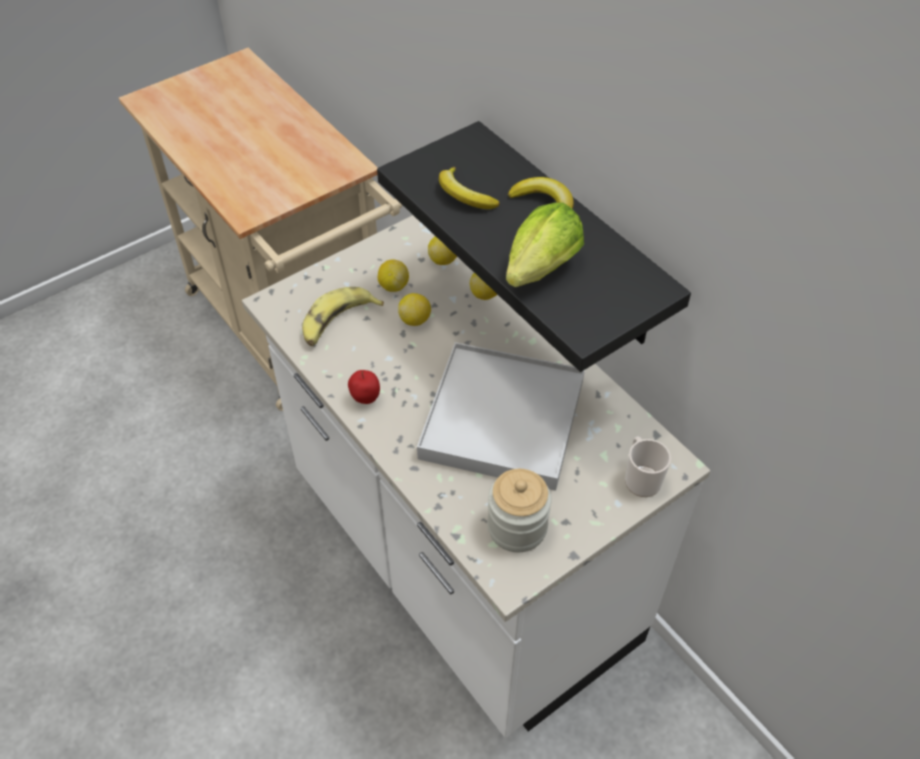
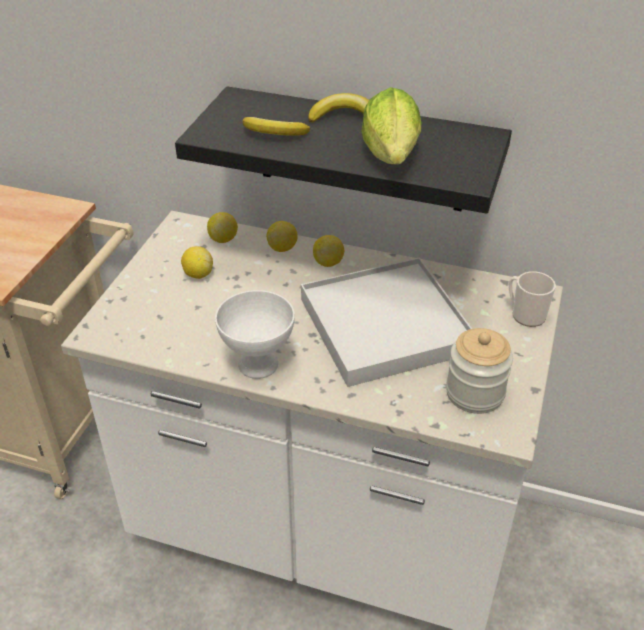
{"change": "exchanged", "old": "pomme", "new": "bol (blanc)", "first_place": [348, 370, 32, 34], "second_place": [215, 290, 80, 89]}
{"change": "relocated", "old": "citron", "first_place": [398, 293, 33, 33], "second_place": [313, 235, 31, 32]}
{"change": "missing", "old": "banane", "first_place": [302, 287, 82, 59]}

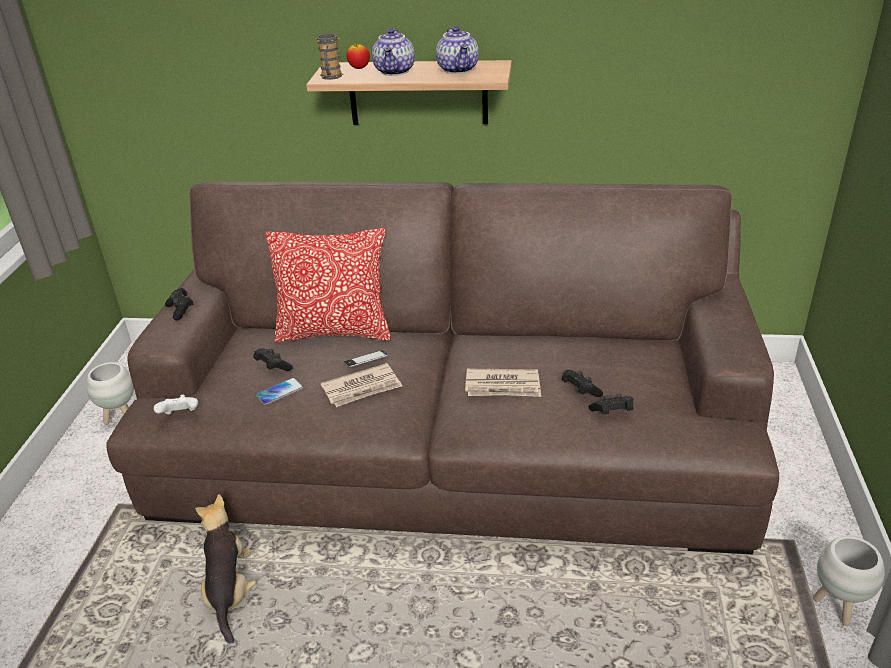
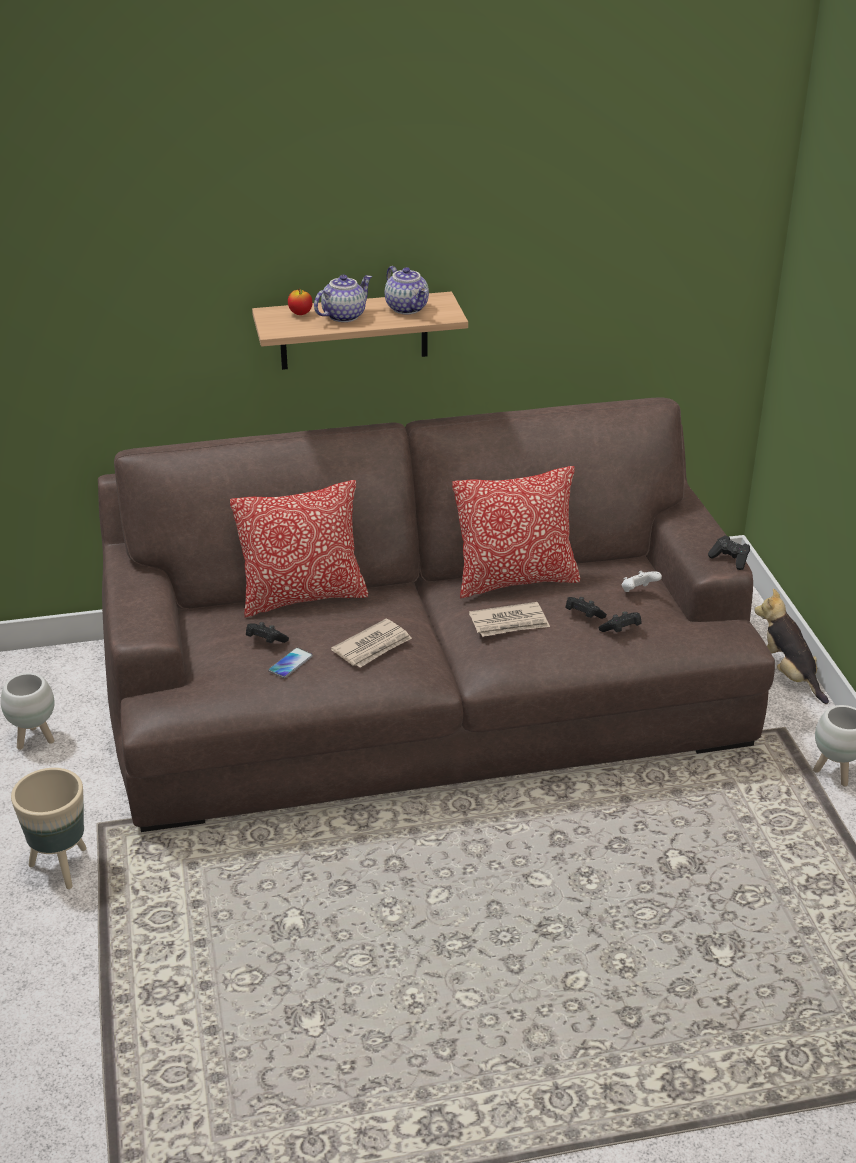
{"change": "appeared", "new": "cache-pot (beige)", "second_place": [11, 768, 76, 121]}
{"change": "spun", "old": "théière", "first_place": [372, 28, 43, 48], "second_place": [314, 275, 58, 47], "degrees": -120}
{"change": "appeared", "new": "coussin", "second_place": [452, 466, 128, 133]}
{"change": "relocated", "old": "manette (blanc)", "first_place": [154, 395, 44, 19], "second_place": [622, 571, 40, 21]}
{"change": "relocated", "old": "manette (noir)", "first_place": [165, 288, 29, 33], "second_place": [708, 535, 42, 35]}
{"change": "relocated", "old": "peluche", "first_place": [195, 495, 62, 148], "second_place": [754, 588, 75, 116]}
{"change": "missing", "old": "mug", "first_place": [315, 33, 28, 47]}
{"change": "missing", "old": "téléphone", "first_place": [343, 350, 45, 18]}

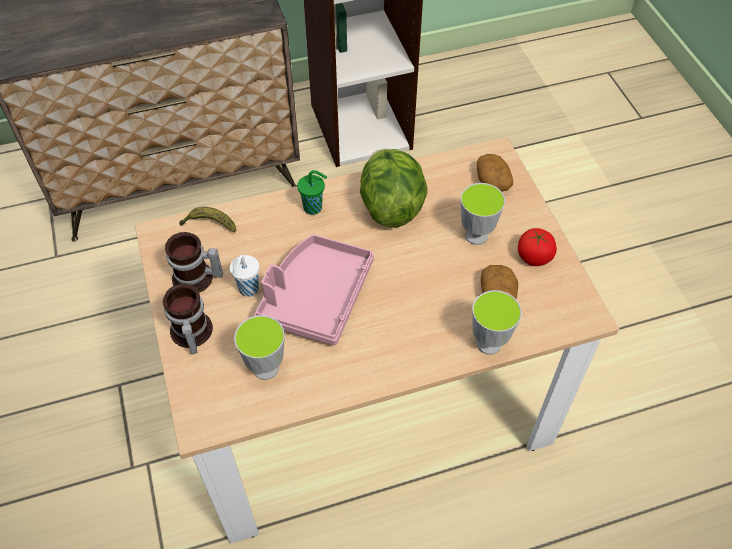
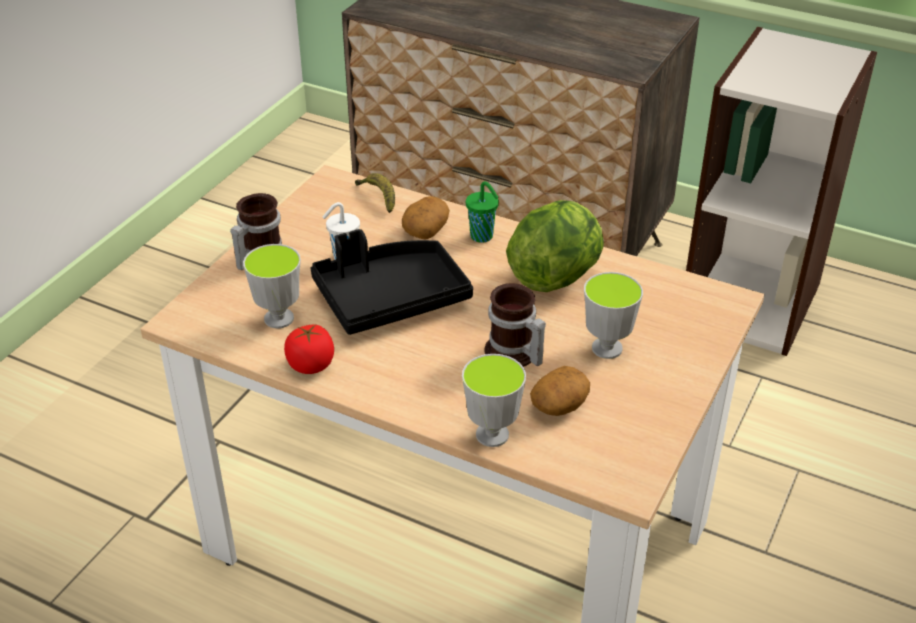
{"change": "relocated", "old": "tomate", "first_place": [518, 228, 39, 38], "second_place": [284, 324, 50, 50]}
{"change": "colour", "old": "plateau (rose)", "new": "plateau (noir)", "first_place": [254, 234, 120, 112], "second_place": [311, 229, 162, 106]}
{"change": "relocated", "old": "pomme de terre", "first_place": [477, 154, 36, 38], "second_place": [402, 196, 48, 43]}
{"change": "relocated", "old": "mug", "first_place": [165, 232, 58, 61], "second_place": [484, 283, 62, 84]}

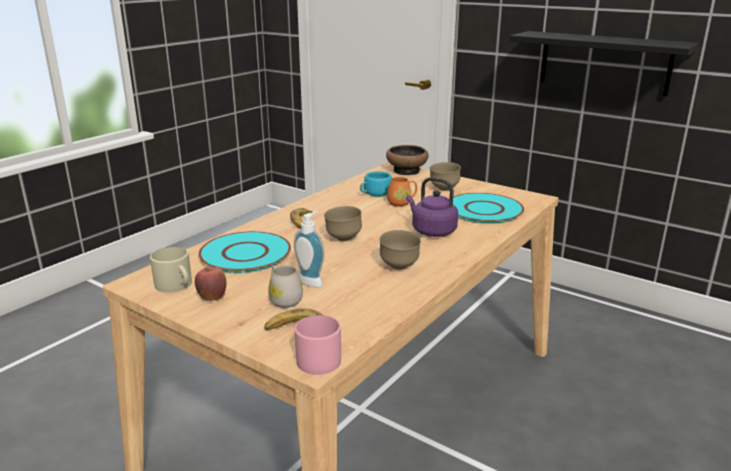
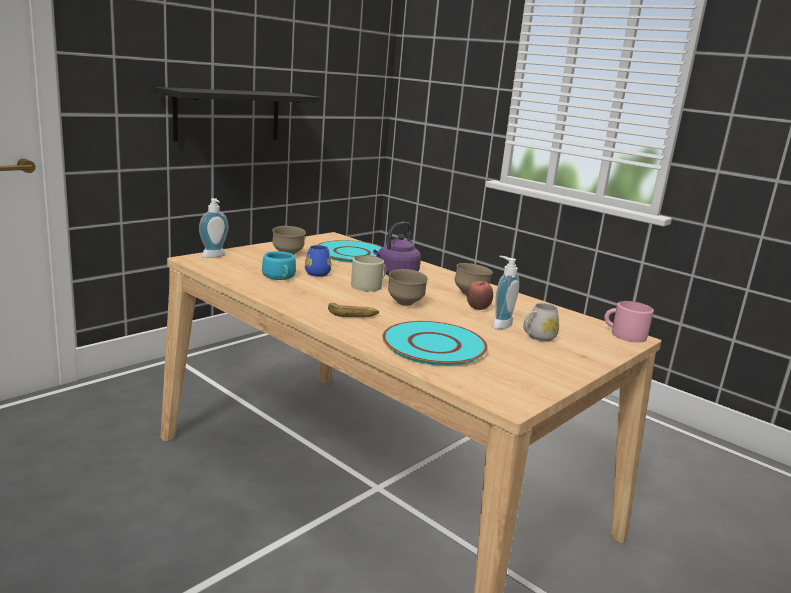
{"change": "exchanged", "old": "bol", "new": "distributeur de savon", "first_place": [386, 145, 43, 30], "second_place": [199, 198, 29, 60]}
{"change": "colour", "old": "mug (orange)", "new": "mug (bleu)", "first_place": [387, 177, 30, 30], "second_place": [305, 245, 26, 32]}
{"change": "relocated", "old": "mug (beige)", "first_place": [150, 247, 42, 46], "second_place": [351, 255, 36, 37]}
{"change": "relocated", "old": "pomme", "first_place": [195, 267, 31, 34], "second_place": [467, 281, 26, 29]}
{"change": "missing", "old": "banane", "first_place": [264, 309, 58, 21]}

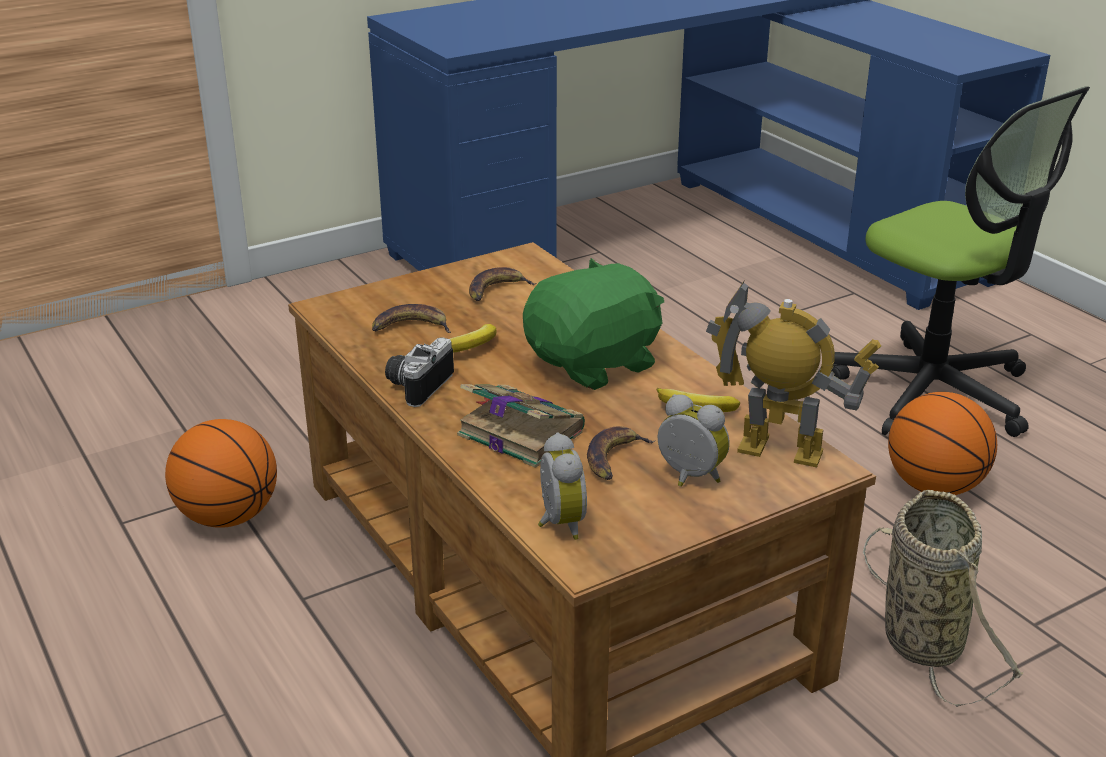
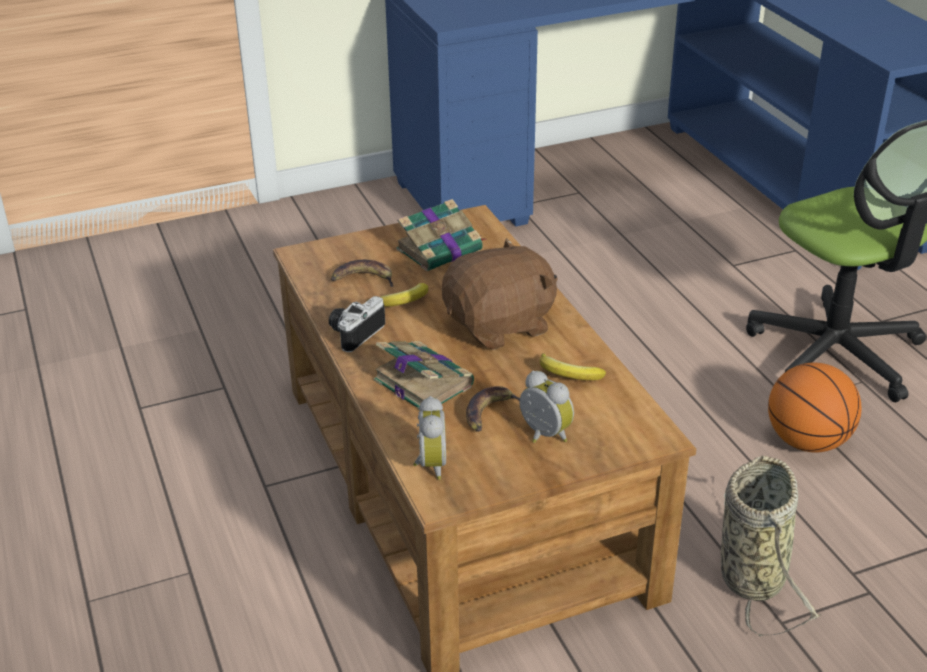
{"change": "exchanged", "old": "banane", "new": "livre", "first_place": [469, 267, 68, 34], "second_place": [396, 199, 90, 72]}
{"change": "colour", "old": "peluche (vert)", "new": "peluche (marron)", "first_place": [523, 258, 141, 132], "second_place": [442, 238, 116, 112]}
{"change": "missing", "old": "ballon de basket", "first_place": [165, 419, 112, 109]}
{"change": "missing", "old": "robot jouet", "first_place": [706, 281, 175, 186]}

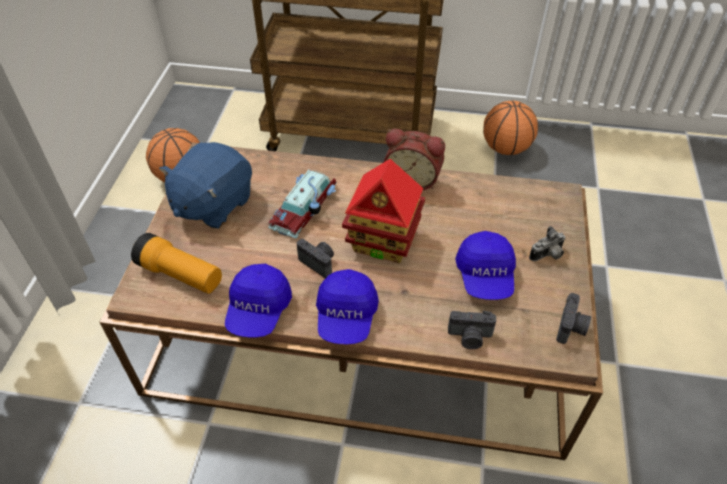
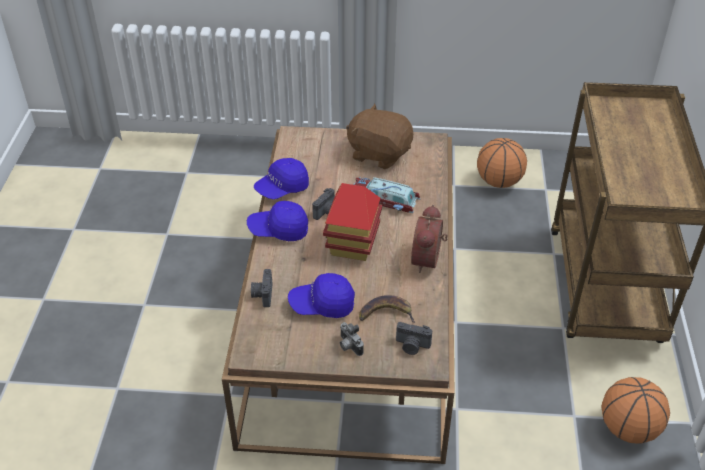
{"change": "spun", "old": "casquette (bleu)", "first_place": [225, 264, 67, 74], "second_place": [254, 158, 55, 41], "degrees": -45}
{"change": "colour", "old": "peluche (bleu)", "new": "peluche (marron)", "first_place": [159, 142, 93, 87], "second_place": [346, 104, 67, 65]}
{"change": "appeared", "new": "banane", "second_place": [359, 295, 56, 28]}
{"change": "relocated", "old": "appareil photo", "first_place": [556, 293, 35, 51], "second_place": [396, 322, 36, 33]}
{"change": "missing", "old": "lampe de poche", "first_place": [131, 233, 91, 61]}

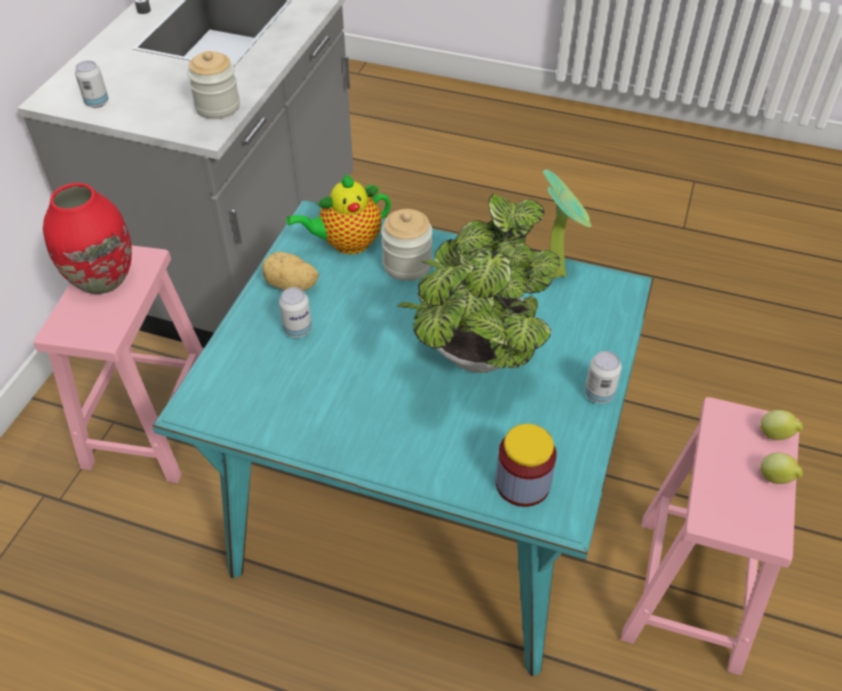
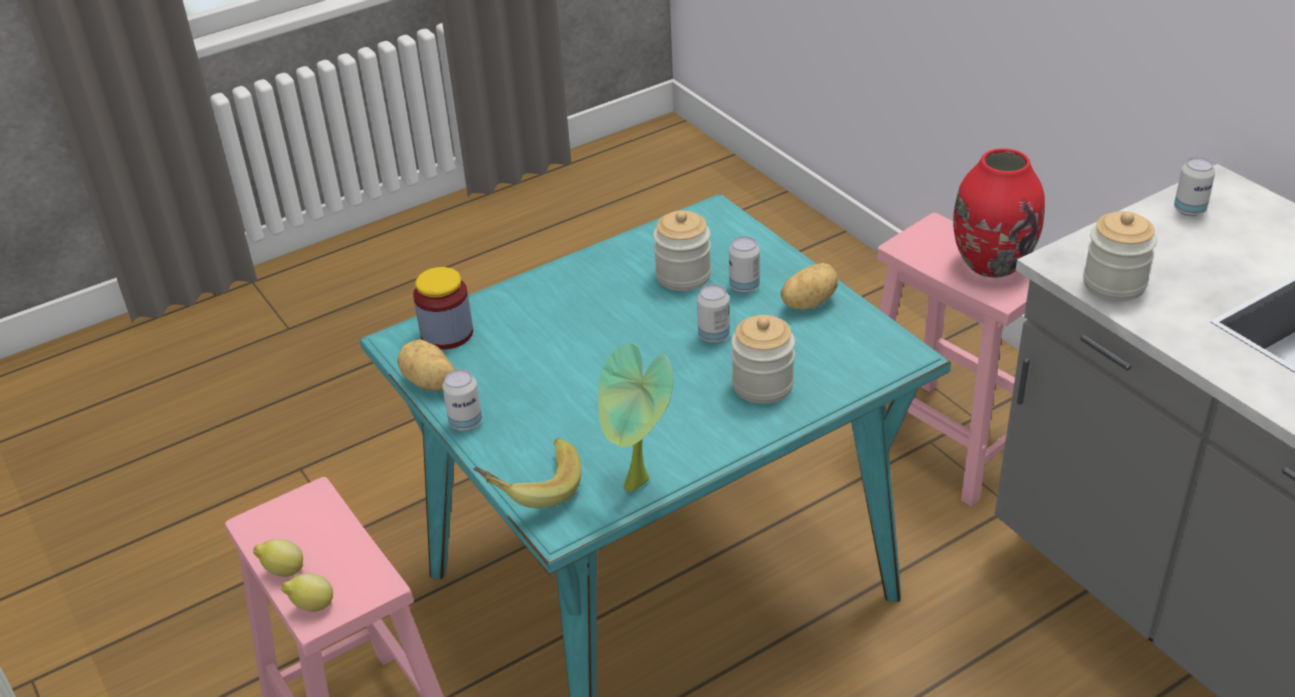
{"change": "appeared", "new": "pomme de terre", "second_place": [397, 339, 58, 52]}
{"change": "appeared", "new": "banane", "second_place": [474, 438, 107, 70]}
{"change": "appeared", "new": "bocal", "second_place": [653, 210, 58, 81]}
{"change": "appeared", "new": "boîte métallique", "second_place": [697, 284, 33, 59]}
{"change": "missing", "old": "théière", "first_place": [286, 174, 105, 80]}
{"change": "missing", "old": "plante en pot", "first_place": [397, 194, 163, 179]}

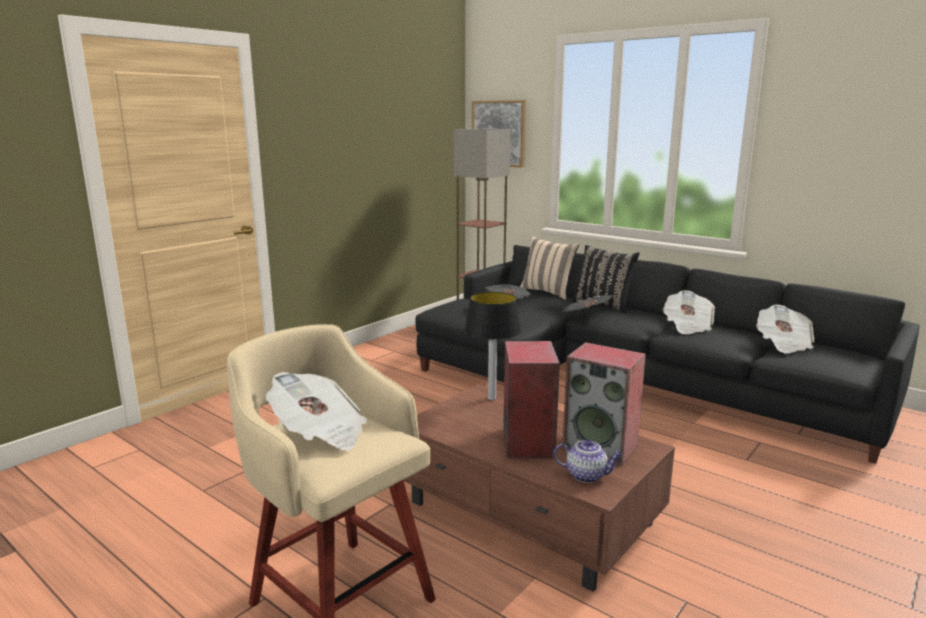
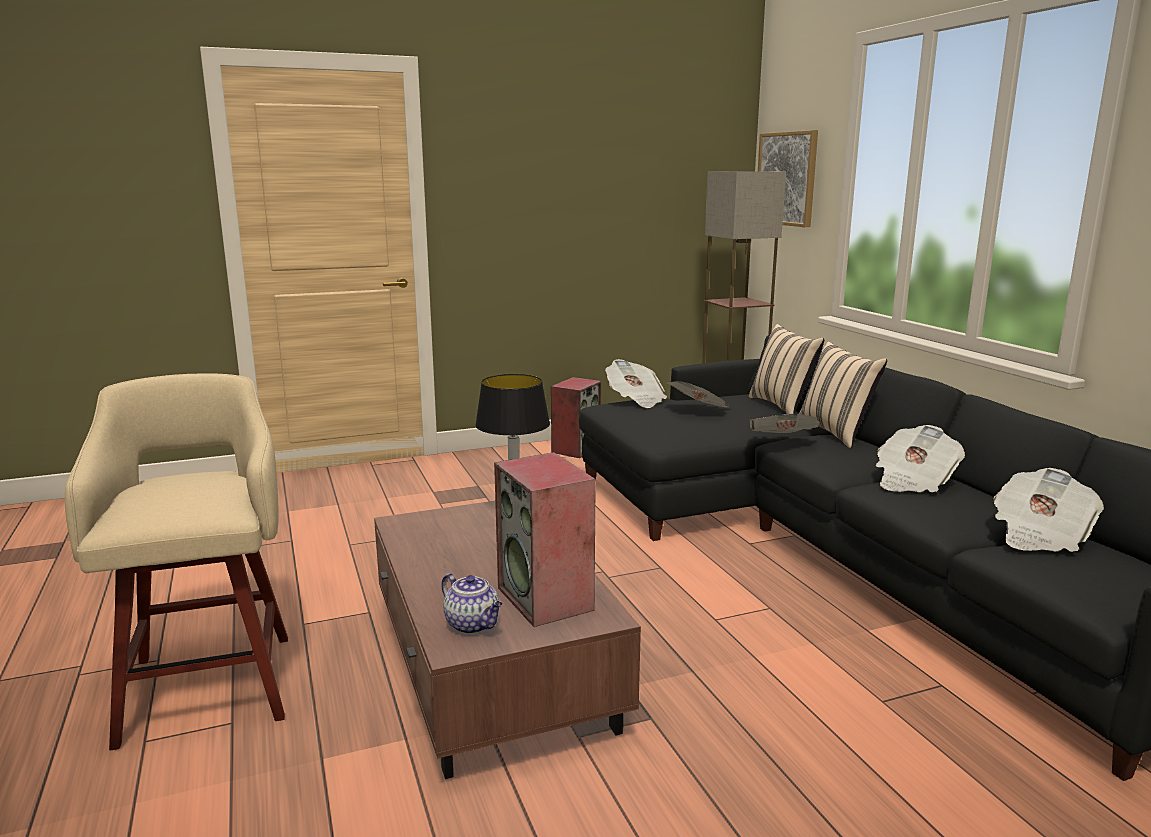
{"change": "relocated", "old": "enceinte", "first_place": [503, 341, 57, 117], "second_place": [551, 377, 50, 81]}
{"change": "relocated", "old": "journal", "first_place": [266, 372, 101, 79], "second_place": [605, 359, 62, 49]}
{"change": "colour", "old": "coussin (noir)", "new": "coussin (beige)", "first_place": [572, 245, 68, 68], "second_place": [799, 342, 88, 107]}

